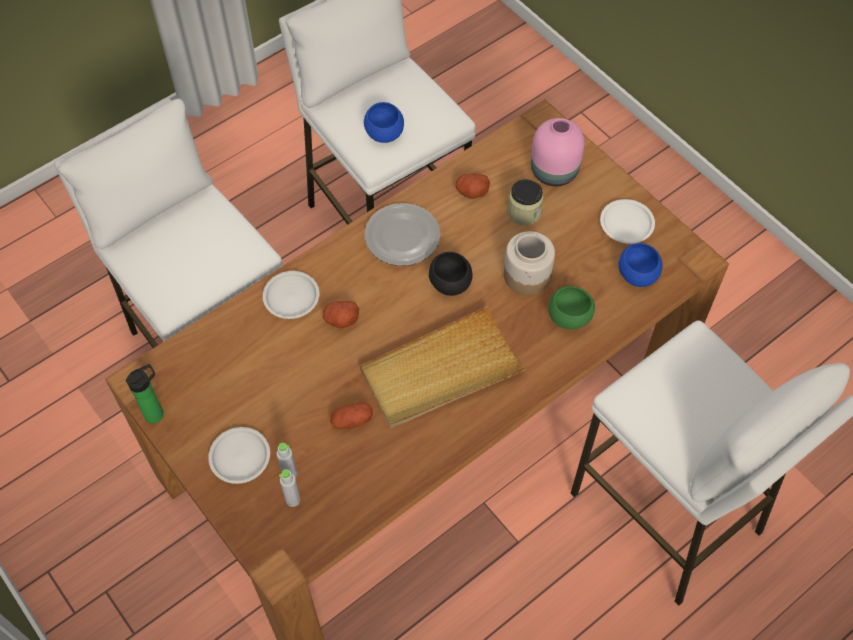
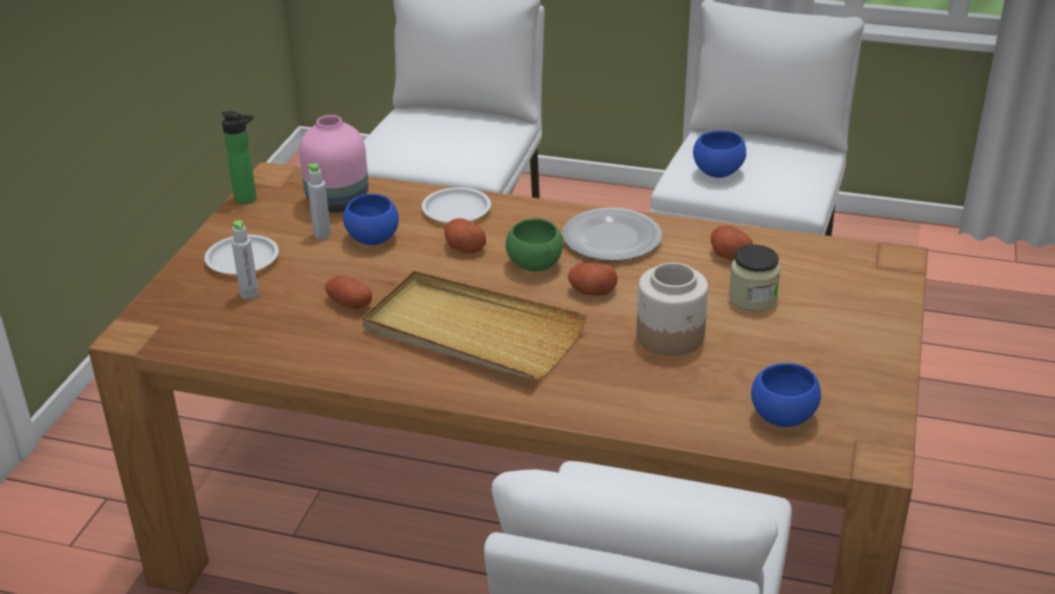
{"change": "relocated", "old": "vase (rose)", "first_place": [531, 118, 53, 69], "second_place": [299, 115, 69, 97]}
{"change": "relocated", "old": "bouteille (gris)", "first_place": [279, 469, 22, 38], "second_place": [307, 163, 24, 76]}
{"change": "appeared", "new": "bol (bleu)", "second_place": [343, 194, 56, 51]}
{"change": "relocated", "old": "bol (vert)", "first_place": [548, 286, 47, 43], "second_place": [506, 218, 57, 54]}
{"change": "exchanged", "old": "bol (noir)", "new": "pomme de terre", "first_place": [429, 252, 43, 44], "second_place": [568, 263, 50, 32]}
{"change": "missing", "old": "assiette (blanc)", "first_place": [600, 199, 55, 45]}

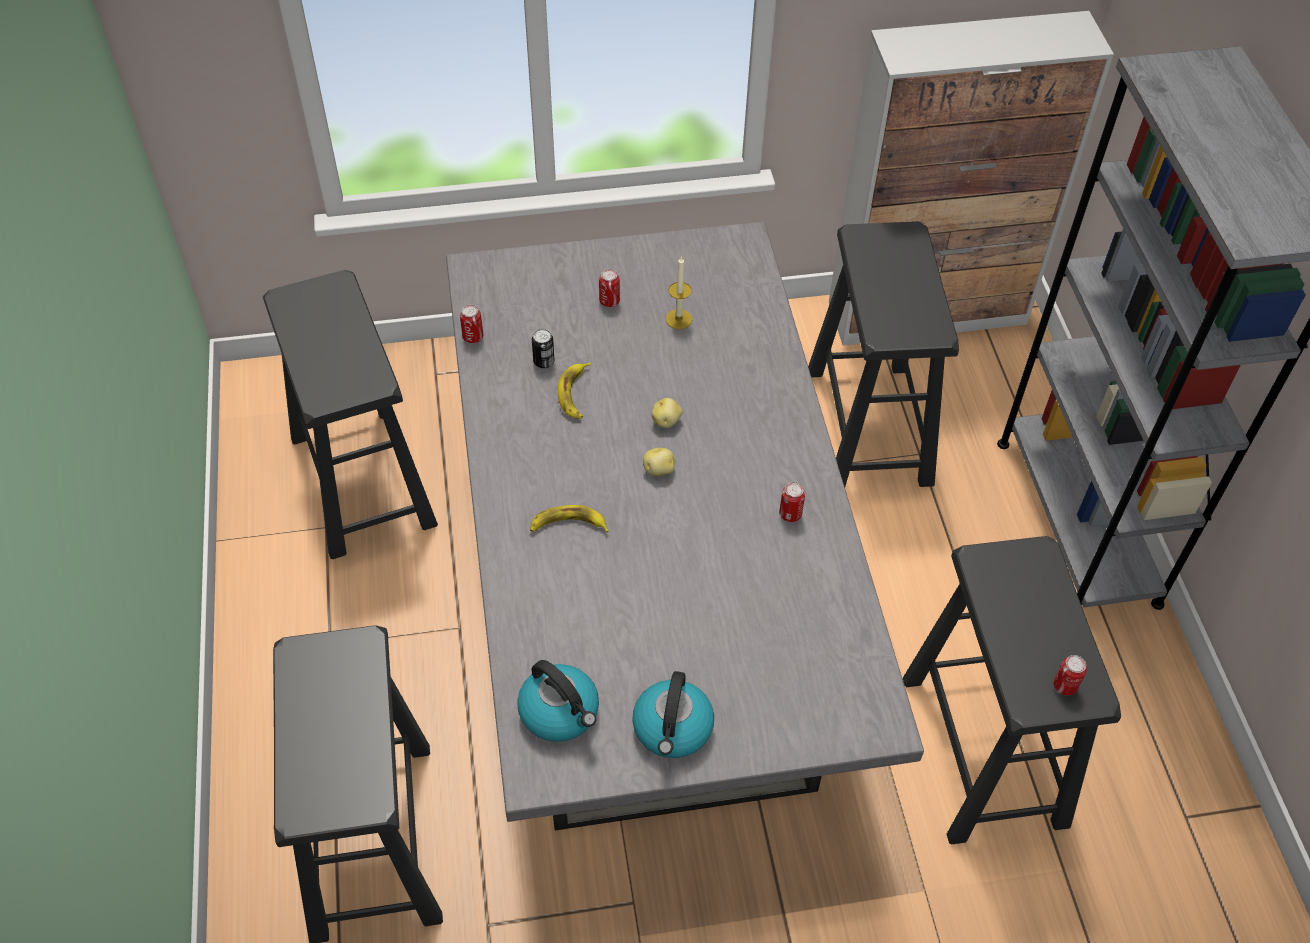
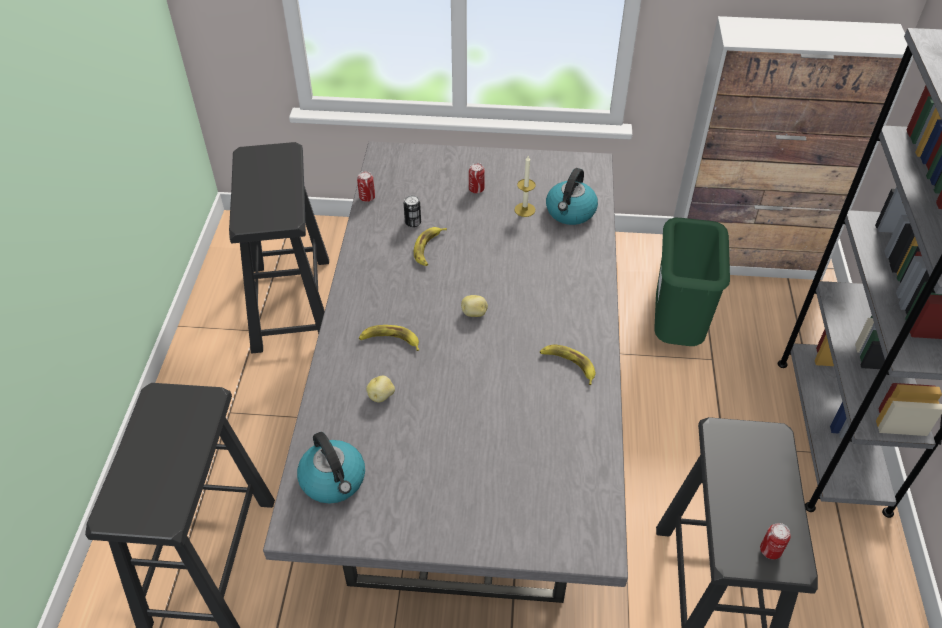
{"change": "relocated", "old": "pomme de terre", "first_place": [652, 398, 31, 30], "second_place": [366, 376, 29, 26]}
{"change": "exchanged", "old": "boîte métallique", "new": "banane", "first_place": [779, 482, 26, 40], "second_place": [540, 345, 55, 40]}
{"change": "relocated", "old": "bouilloire", "first_place": [632, 671, 82, 87], "second_place": [546, 168, 52, 57]}
{"change": "exchanged", "old": "tabouret (noir)", "new": "poubelle (vert)", "first_place": [808, 221, 151, 266], "second_place": [654, 218, 76, 128]}

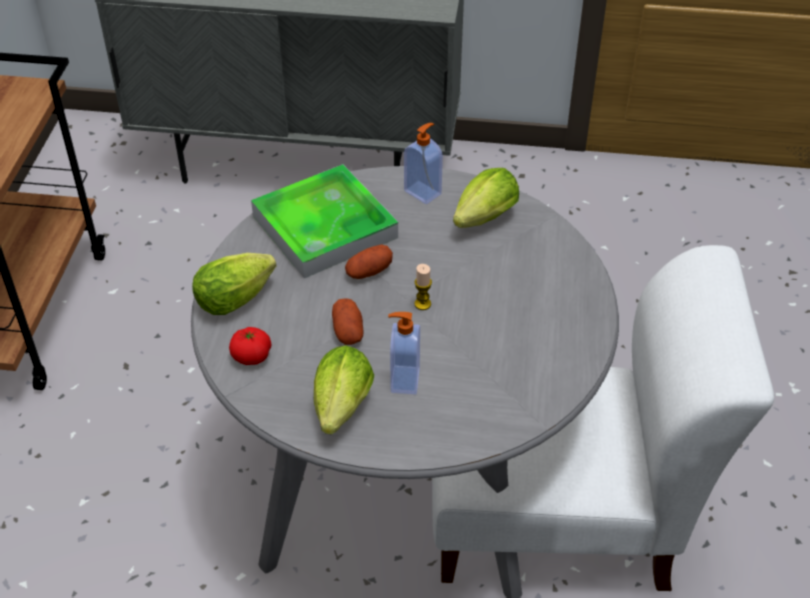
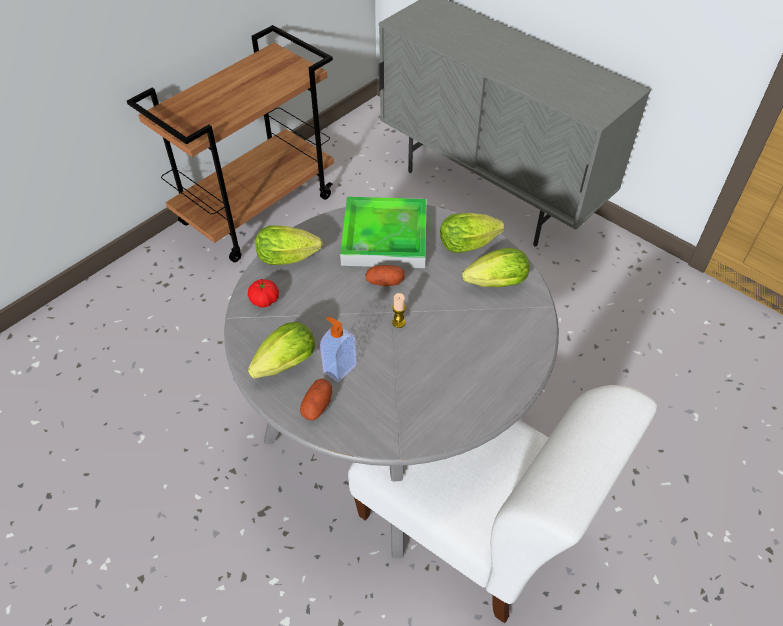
{"change": "relocated", "old": "pomme de terre", "first_place": [332, 298, 31, 47], "second_place": [300, 379, 32, 41]}
{"change": "exchanged", "old": "distributeur de savon", "new": "laitue", "first_place": [404, 123, 39, 81], "second_place": [440, 213, 64, 40]}

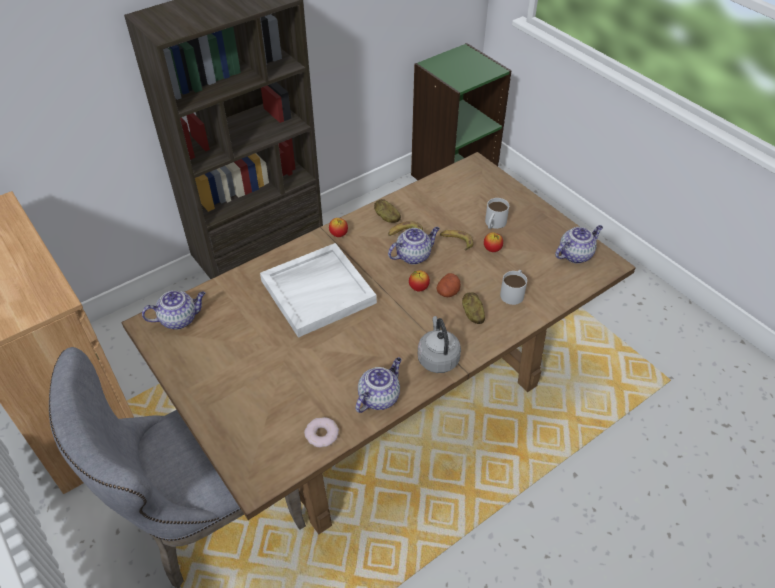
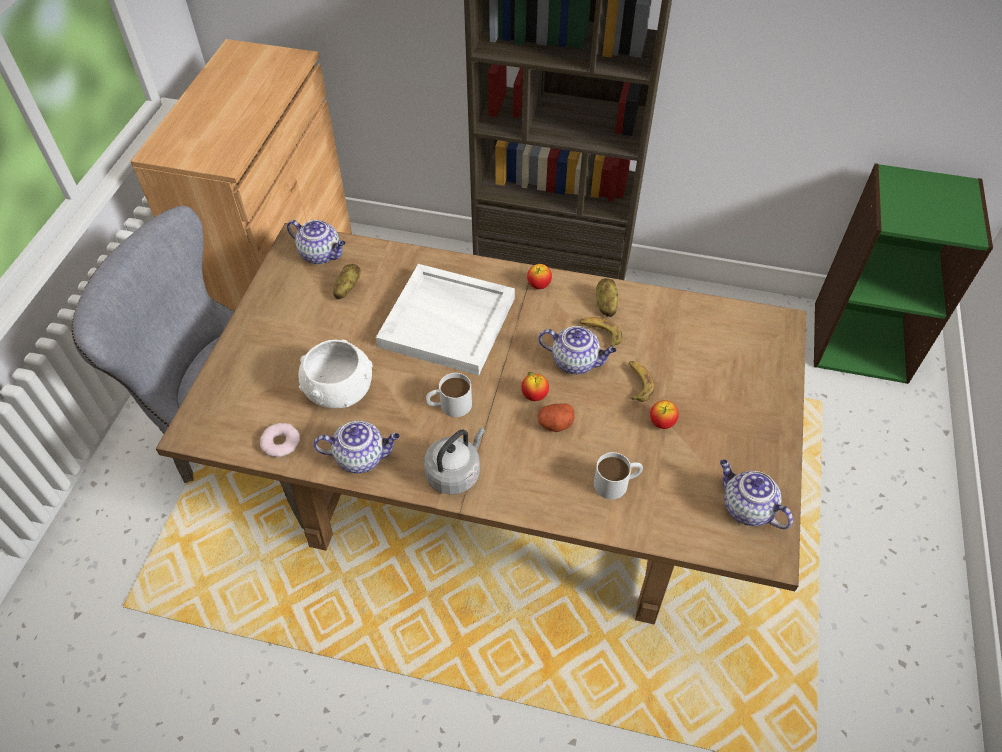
{"change": "appeared", "new": "bol (blanc)", "second_place": [298, 339, 74, 70]}
{"change": "relocated", "old": "pomme de terre", "first_place": [462, 292, 23, 32], "second_place": [333, 264, 28, 35]}
{"change": "relocated", "old": "mug (blanc)", "first_place": [485, 198, 24, 31], "second_place": [426, 373, 46, 44]}
{"change": "spun", "old": "théière", "first_place": [555, 225, 48, 38], "second_place": [720, 459, 73, 70], "degrees": -150}

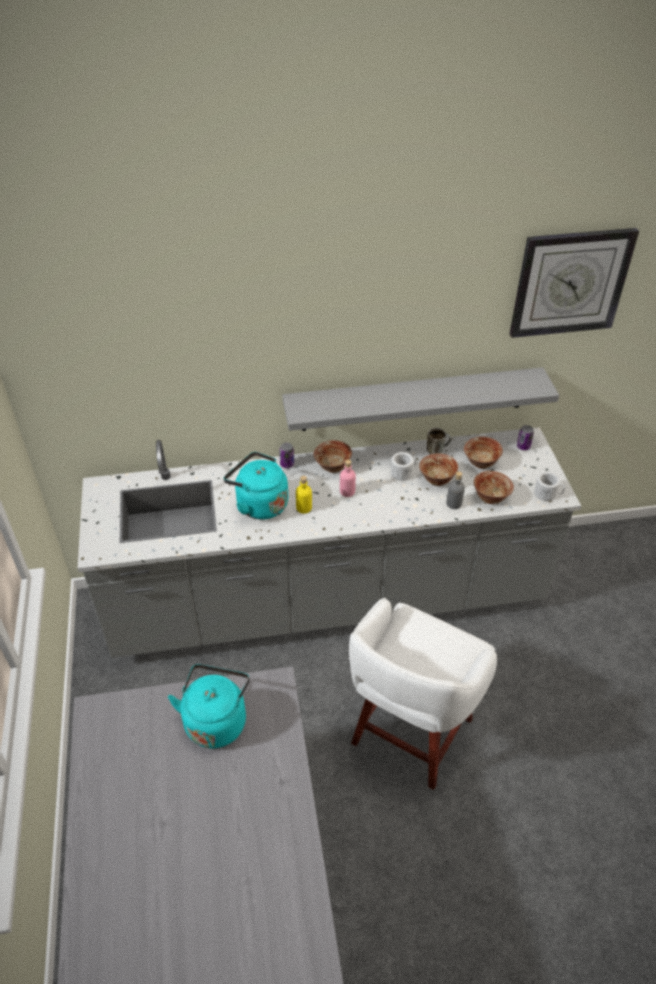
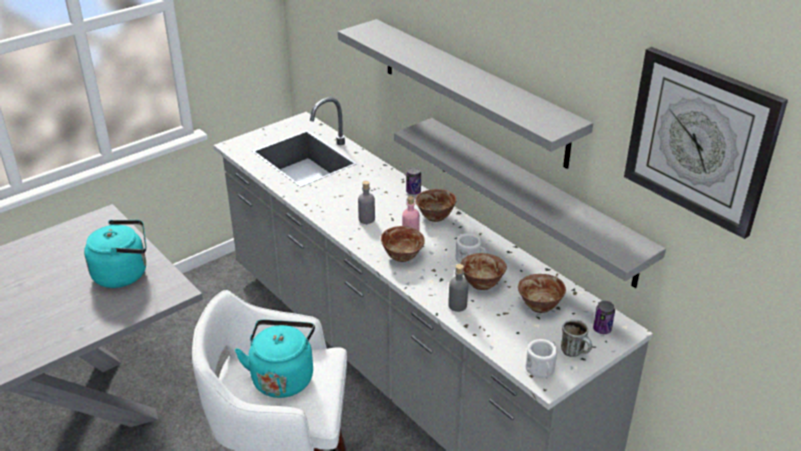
{"change": "relocated", "old": "bouilloire (turquoise)", "first_place": [224, 452, 64, 68], "second_place": [235, 320, 80, 78]}
{"change": "appeared", "new": "étagère (gris)", "second_place": [338, 19, 255, 150]}
{"change": "colour", "old": "bouteille (jaune)", "new": "bouteille (gris)", "first_place": [296, 476, 16, 38], "second_place": [358, 181, 17, 43]}
{"change": "relocated", "old": "bol", "first_place": [474, 471, 40, 33], "second_place": [381, 226, 44, 36]}
{"change": "relocated", "old": "mug", "first_place": [427, 428, 24, 26], "second_place": [561, 319, 31, 38]}

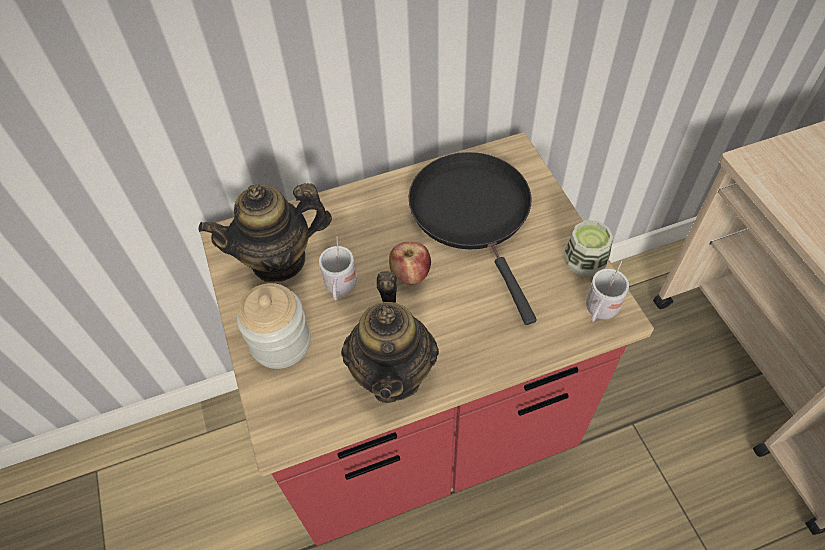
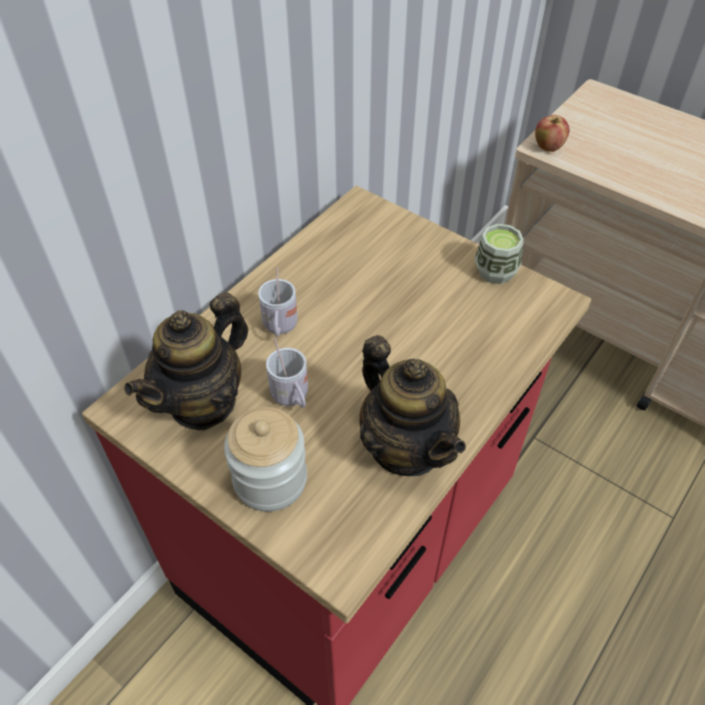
{"change": "relocated", "old": "mug (blanc)", "first_place": [586, 261, 43, 61], "second_place": [258, 267, 40, 70]}
{"change": "relocated", "old": "pomme", "first_place": [389, 242, 42, 43], "second_place": [535, 115, 34, 37]}
{"change": "missing", "old": "poêle (noir)", "first_place": [409, 152, 128, 173]}

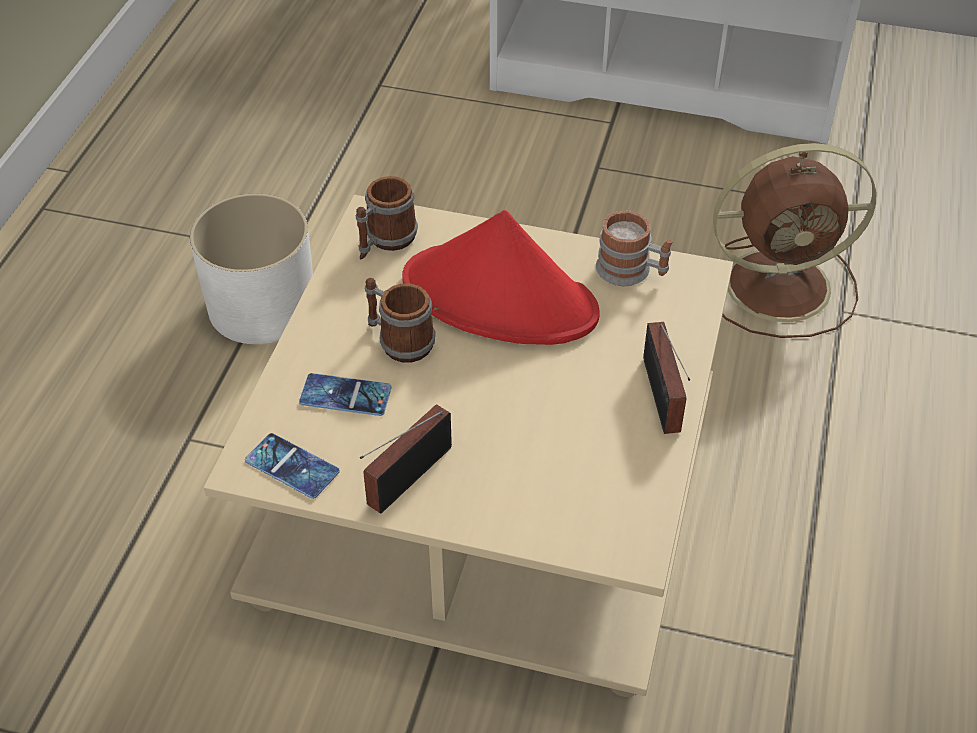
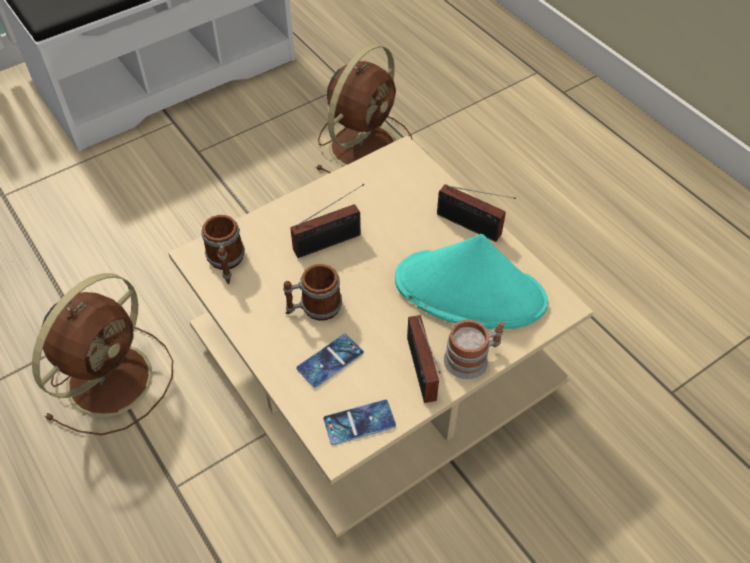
{"change": "exchanged", "old": "cache-pot (blanc)", "new": "ventilateur (marron)", "first_place": [190, 194, 123, 150], "second_place": [32, 273, 141, 162]}
{"change": "exchanged", "old": "chapeau (rouge)", "new": "radio", "first_place": [402, 210, 198, 135], "second_place": [290, 184, 74, 74]}
{"change": "appeared", "new": "chapeau (turquoise)", "second_place": [395, 234, 153, 95]}
{"change": "relocated", "old": "mug", "first_place": [596, 210, 77, 76], "second_place": [444, 320, 60, 59]}

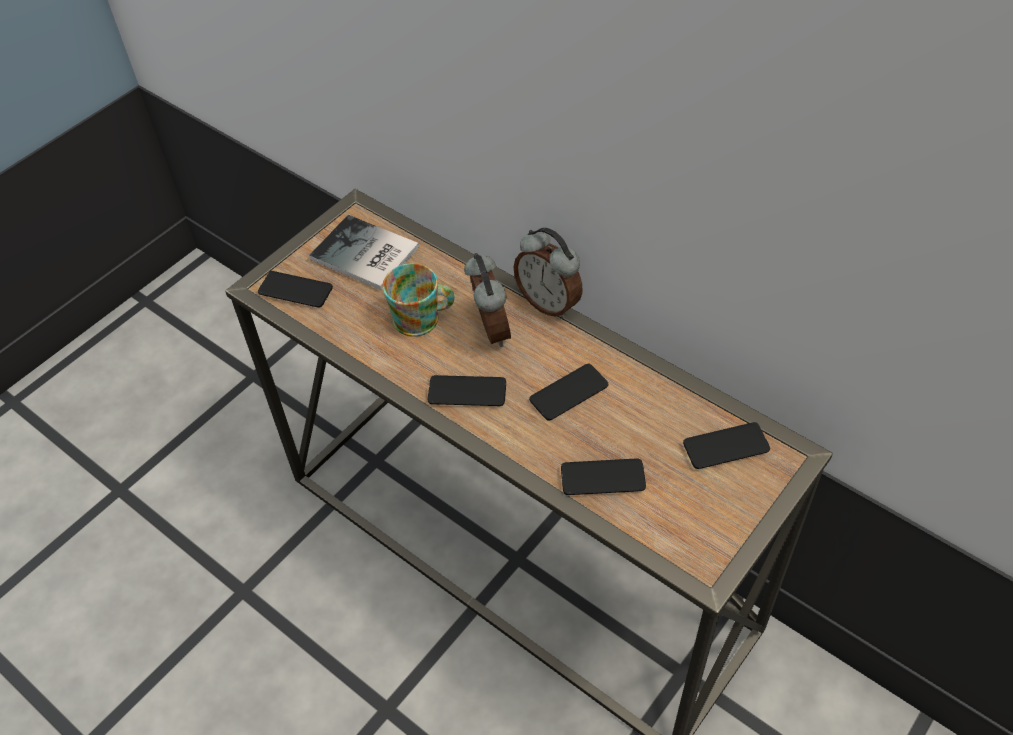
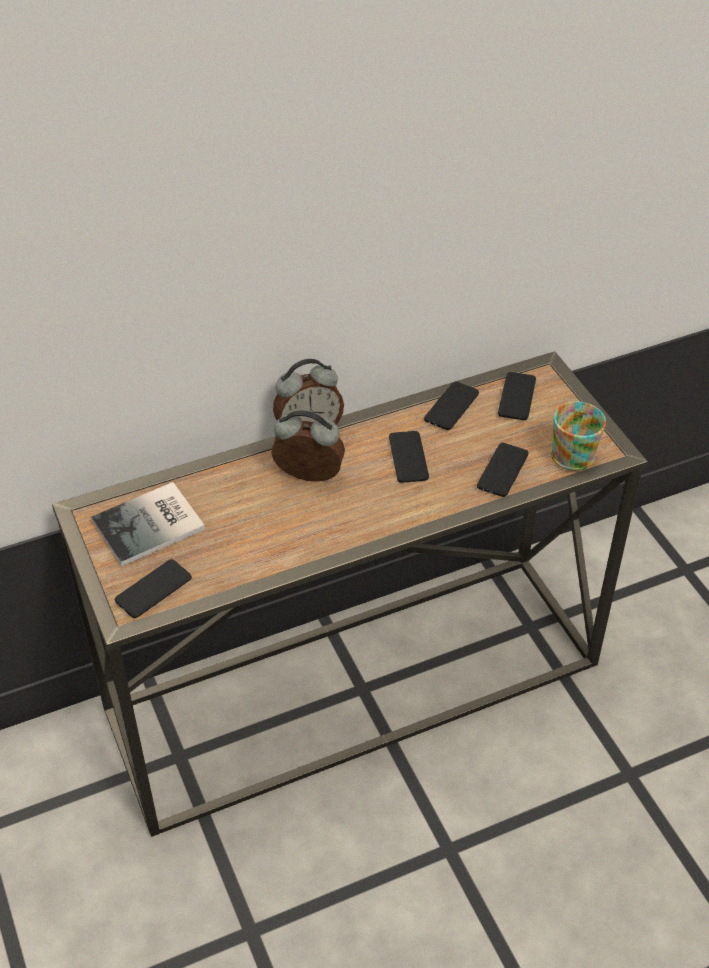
{"change": "relocated", "old": "téléphone", "first_place": [428, 375, 78, 31], "second_place": [424, 381, 55, 49]}
{"change": "relocated", "old": "mug", "first_place": [382, 263, 73, 74], "second_place": [551, 401, 55, 70]}

